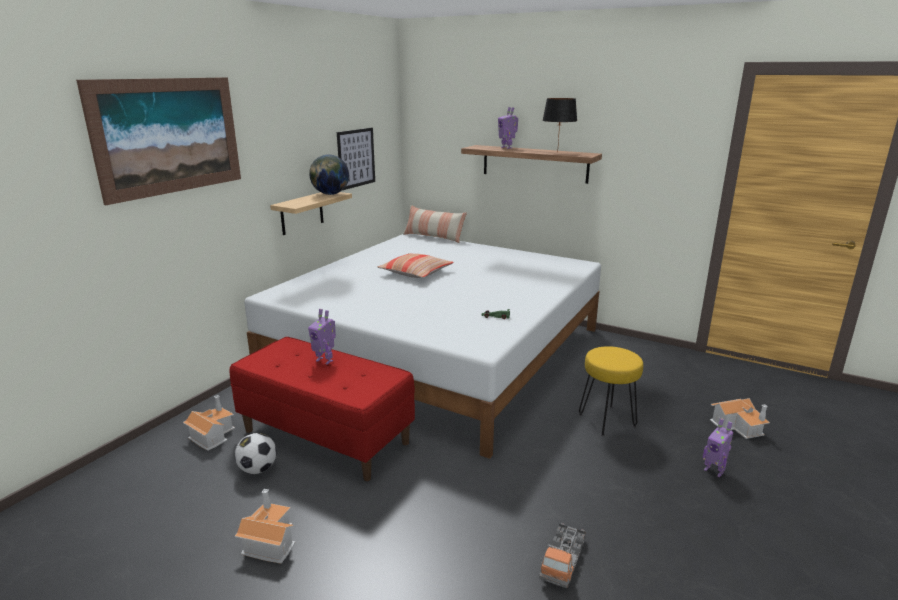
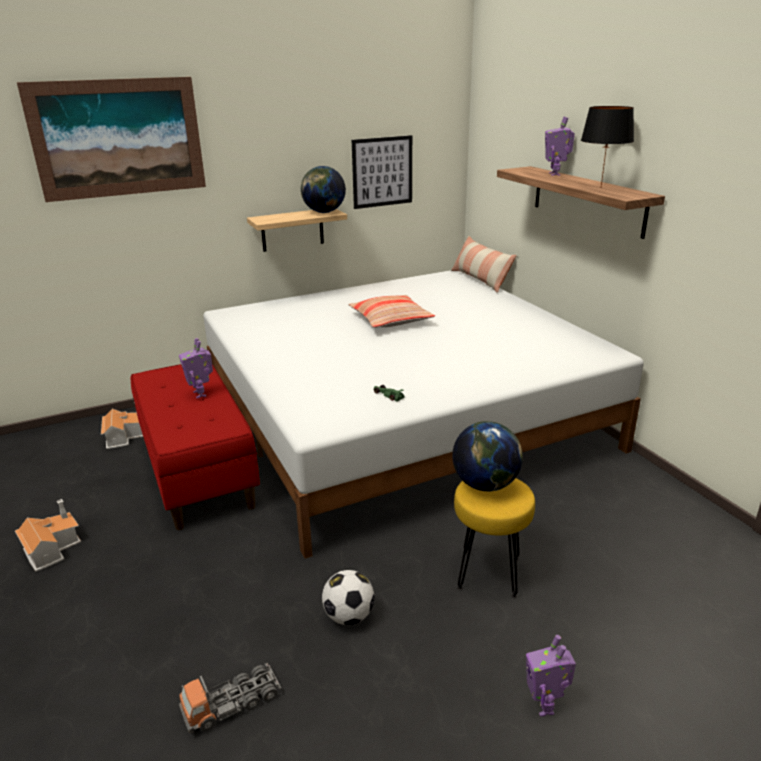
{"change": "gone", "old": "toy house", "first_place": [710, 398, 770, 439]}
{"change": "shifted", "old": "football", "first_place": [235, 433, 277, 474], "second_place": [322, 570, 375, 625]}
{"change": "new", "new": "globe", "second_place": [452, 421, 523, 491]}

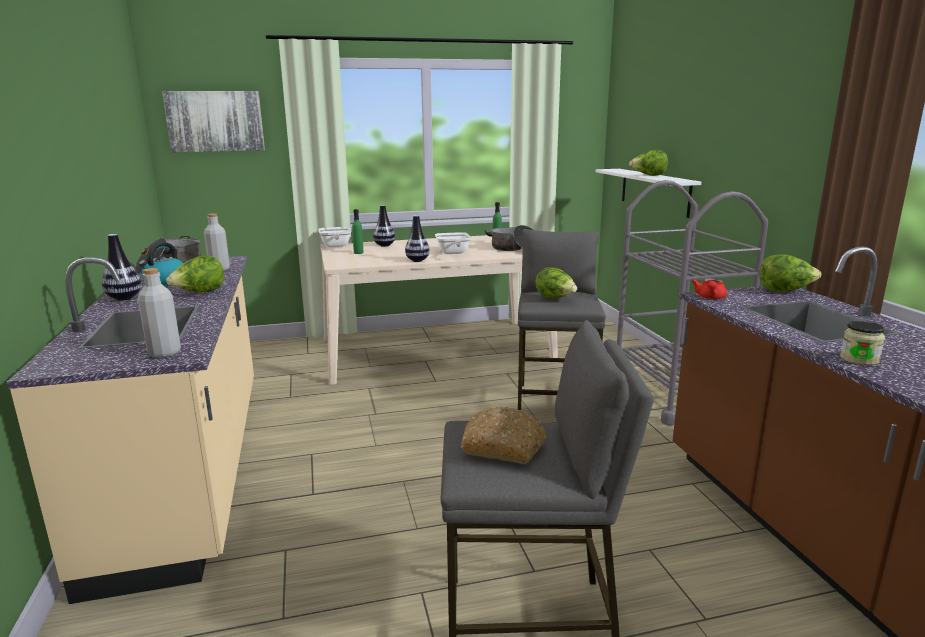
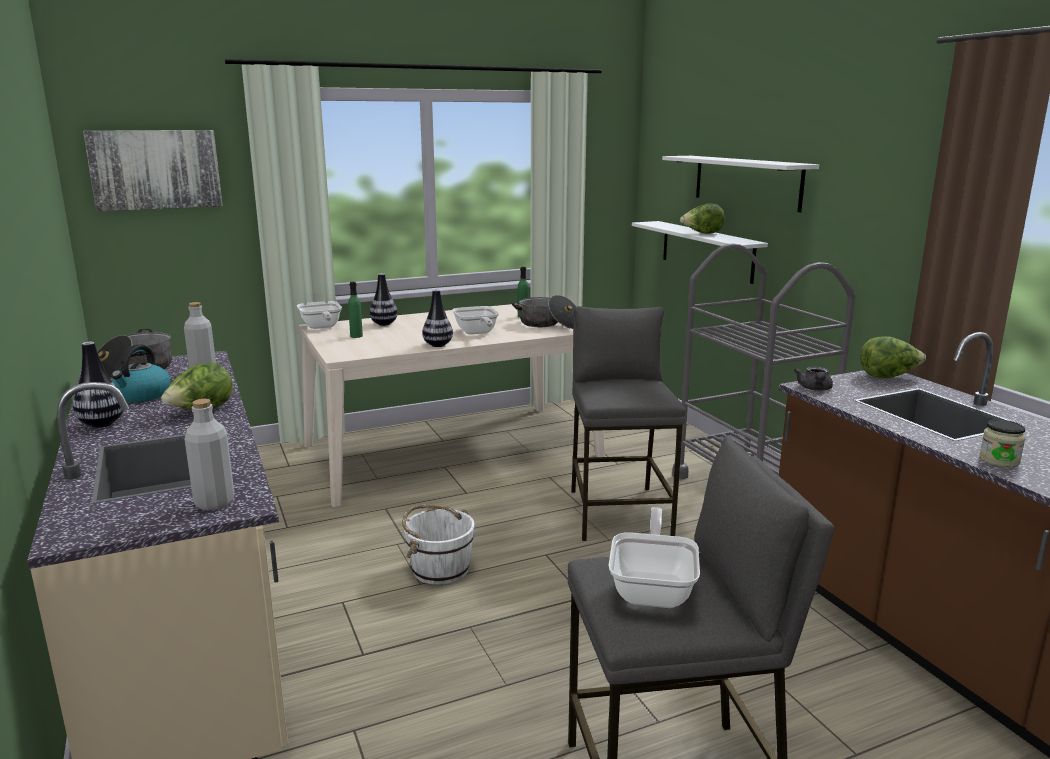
{"change": "gone", "old": "lettuce", "first_place": [535, 267, 577, 298]}
{"change": "repainted", "old": "red teapot", "new": "grey teapot", "first_place": [692, 278, 727, 299], "second_place": [794, 367, 833, 391]}
{"change": "swapped", "old": "bread", "new": "frying pan", "first_place": [461, 407, 546, 464], "second_place": [609, 507, 700, 608]}
{"change": "new", "new": "white shelf", "second_place": [662, 156, 819, 212]}
{"change": "new", "new": "white bucket", "second_place": [402, 504, 475, 585]}

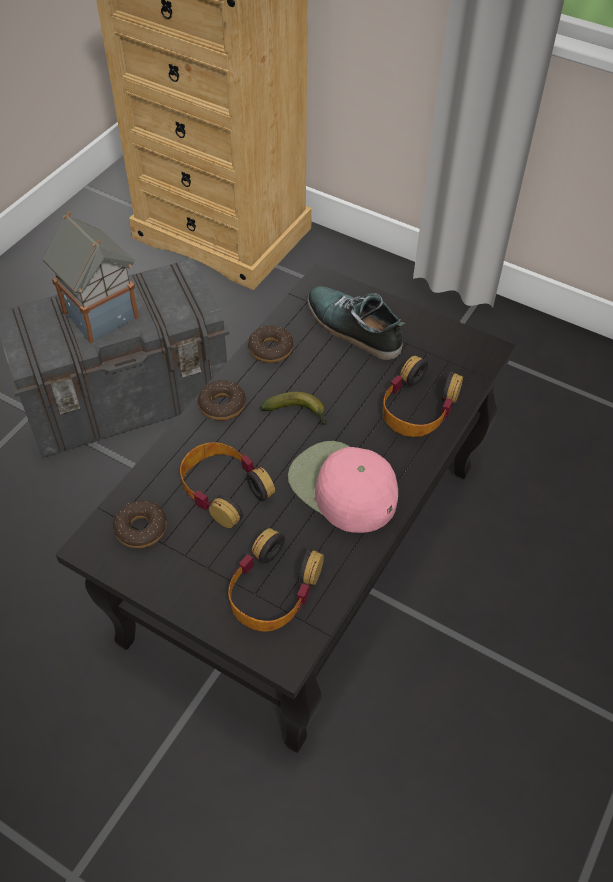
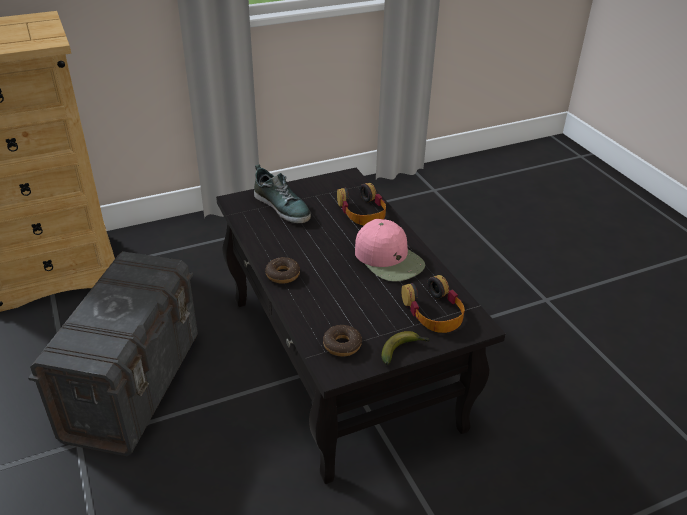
{"change": "gone", "old": "toy house", "first_place": [43, 211, 139, 344]}
{"change": "rotated", "old": "shoe", "first_place": [307, 286, 405, 360], "second_place": [254, 164, 311, 223], "degrees": -120}
{"change": "gone", "old": "donut", "first_place": [248, 325, 293, 363]}
{"change": "shifted", "old": "banana", "first_place": [260, 392, 327, 425], "second_place": [382, 331, 429, 365]}
{"change": "rotated", "old": "pink cap", "first_place": [288, 441, 398, 533], "second_place": [355, 219, 425, 282], "degrees": -120}
{"change": "gone", "old": "headphones", "first_place": [180, 442, 275, 528]}

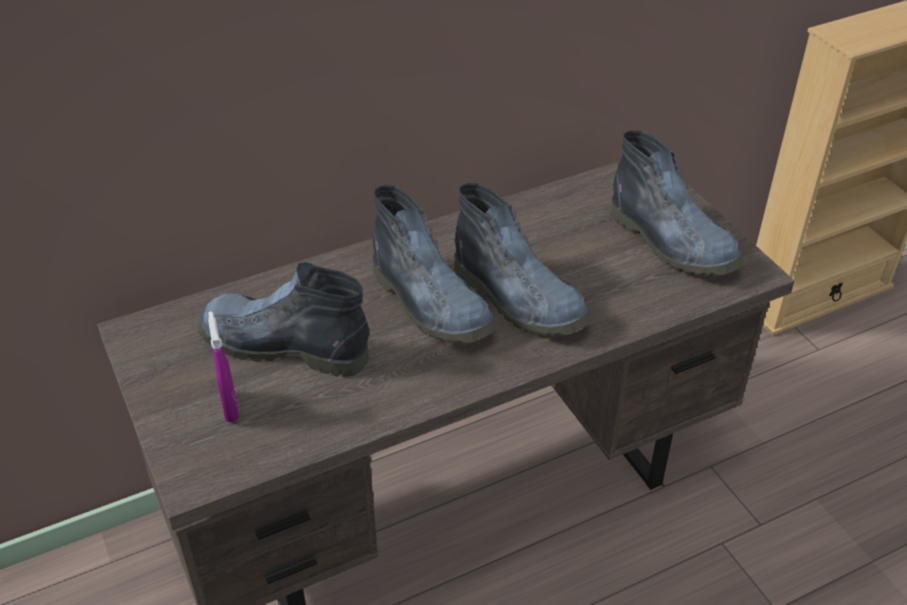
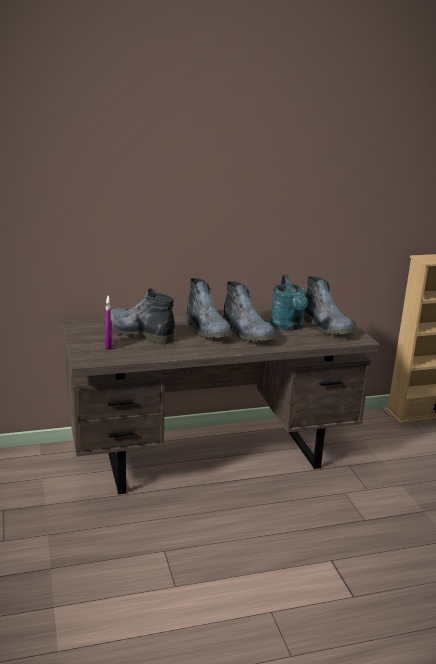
{"change": "new", "new": "turquoise watering can", "second_place": [270, 275, 308, 331]}

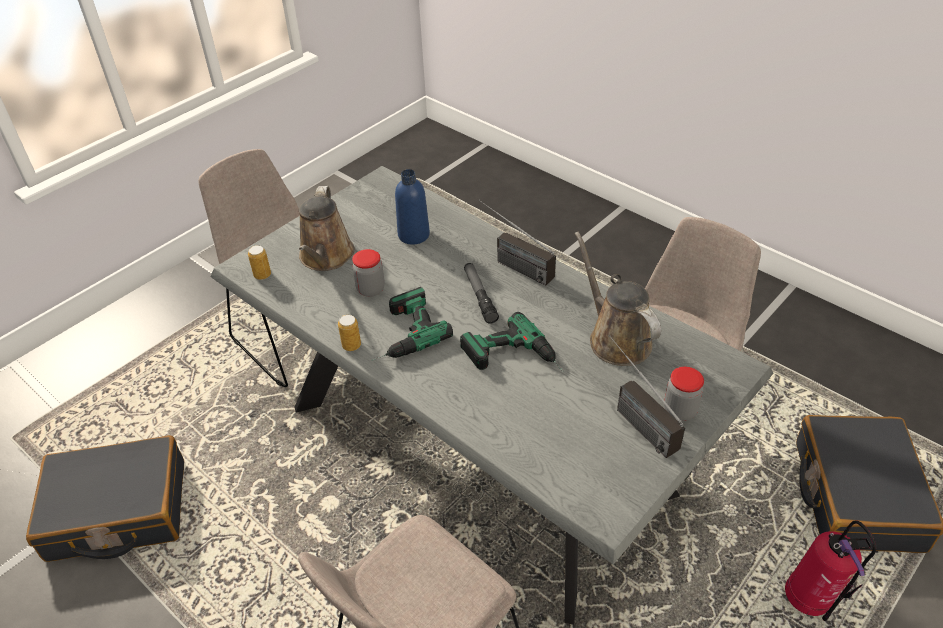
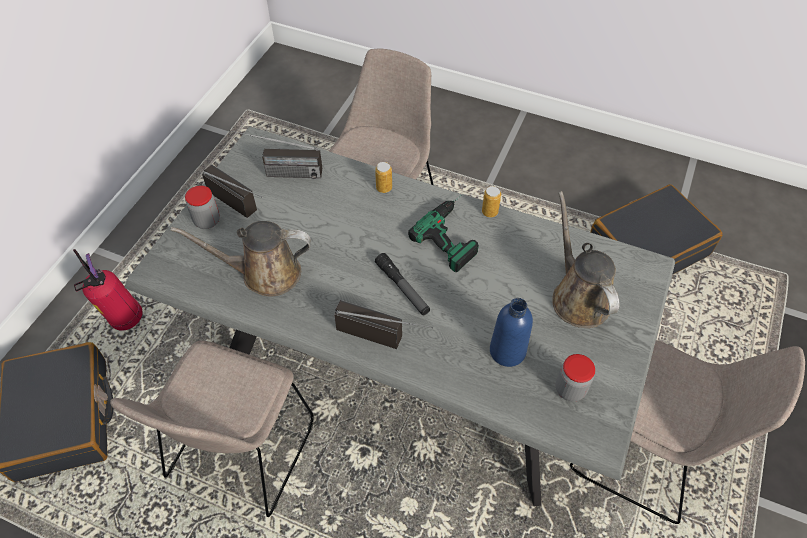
{"change": "rotated", "old": "brown watering can", "first_place": [575, 232, 661, 366], "second_place": [170, 221, 311, 297], "degrees": 135}
{"change": "shifted", "old": "can", "first_place": [248, 245, 271, 280], "second_place": [375, 162, 392, 193]}
{"change": "shifted", "old": "jar", "first_place": [352, 249, 385, 297], "second_place": [556, 354, 595, 402]}
{"change": "gone", "old": "power drill", "first_place": [460, 312, 564, 372]}
{"change": "new", "new": "radio", "second_place": [229, 130, 322, 179]}

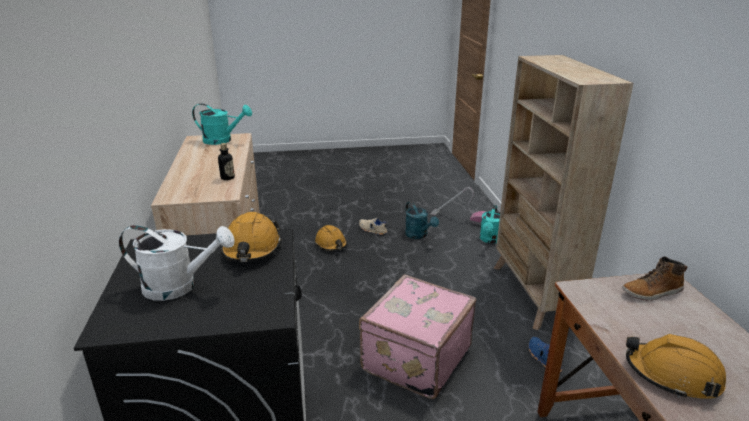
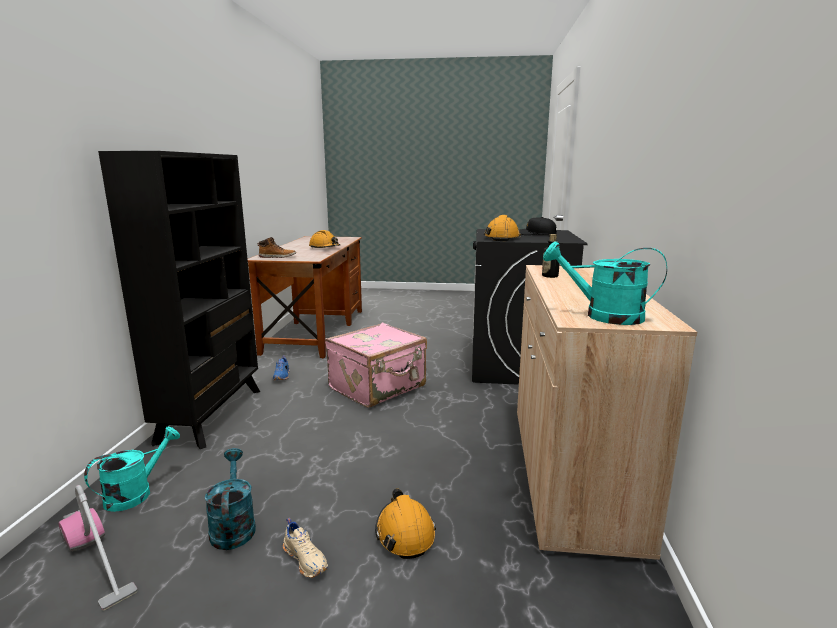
{"change": "repainted", "old": "beige bookcase", "new": "black bookcase", "first_place": [494, 55, 634, 330], "second_place": [98, 151, 260, 449]}
{"change": "swapped", "old": "white watering can", "new": "black cap", "first_place": [118, 225, 234, 301], "second_place": [519, 217, 557, 235]}

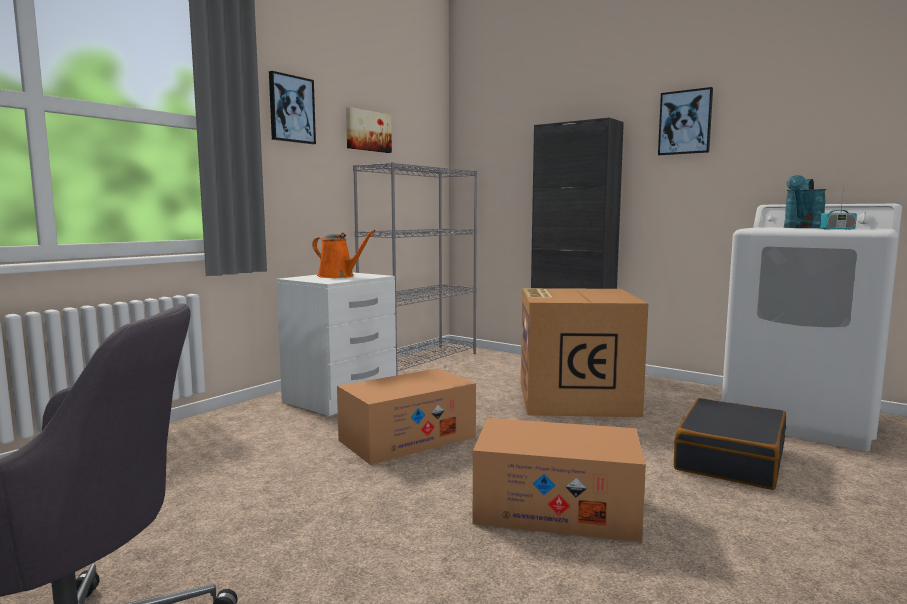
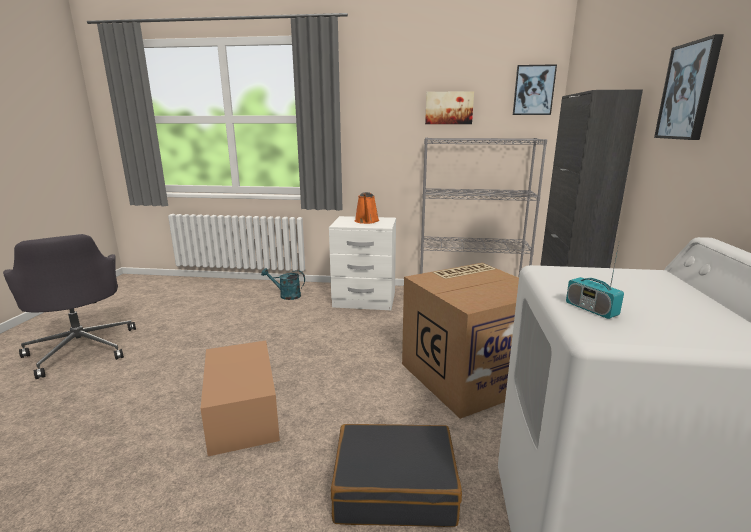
{"change": "shifted", "old": "picture", "first_place": [269, 71, 316, 144], "second_place": [513, 64, 557, 115]}
{"change": "shifted", "old": "turquoise watering can", "first_place": [784, 175, 827, 228], "second_place": [261, 268, 305, 300]}
{"change": "gone", "old": "cardboard box", "first_place": [337, 368, 476, 465]}

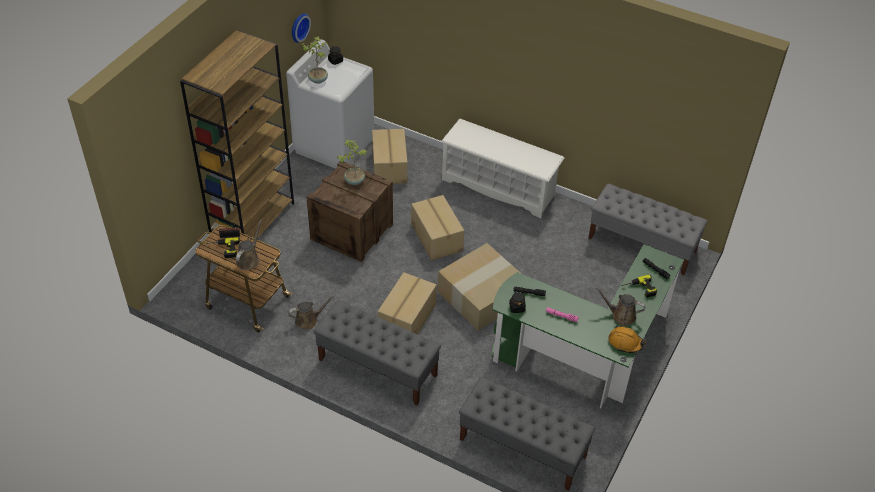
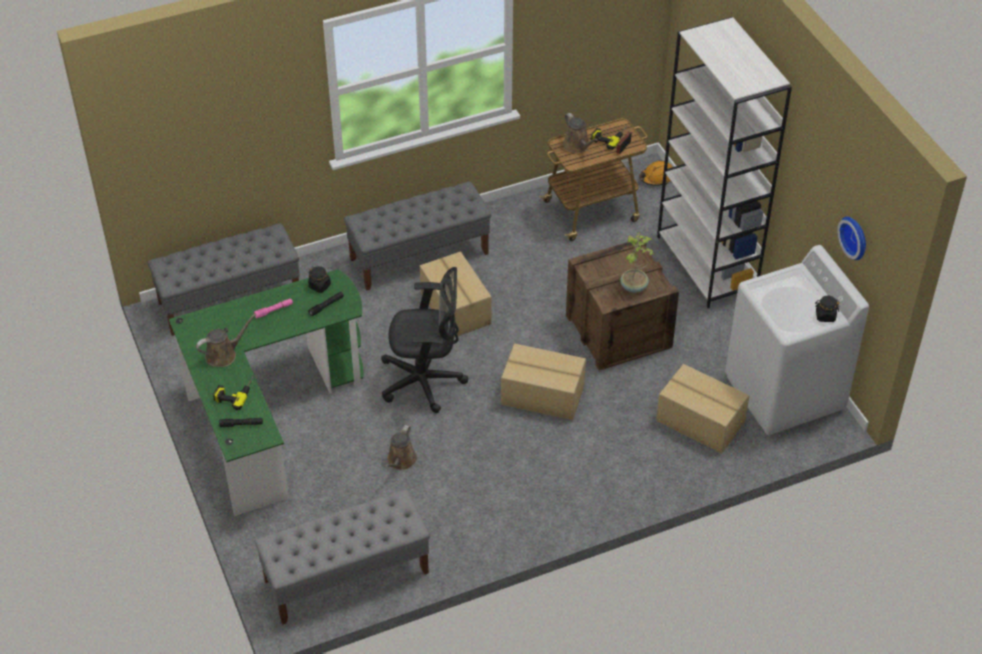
{"change": "repainted", "old": "brown bookcase", "new": "white bookcase", "first_place": [180, 30, 294, 241], "second_place": [657, 17, 792, 308]}
{"change": "gone", "old": "potted plant", "first_place": [301, 36, 328, 84]}
{"change": "gone", "old": "white shoe rack", "first_place": [441, 119, 565, 218]}
{"change": "swapped", "old": "cardboard box", "new": "black office chair", "first_place": [438, 243, 520, 331], "second_place": [381, 267, 468, 413]}
{"change": "shifted", "old": "brown watering can", "first_place": [288, 295, 335, 330], "second_place": [385, 425, 417, 470]}
{"change": "shifted", "old": "orange hard hat", "first_place": [608, 325, 646, 353], "second_place": [639, 161, 673, 186]}

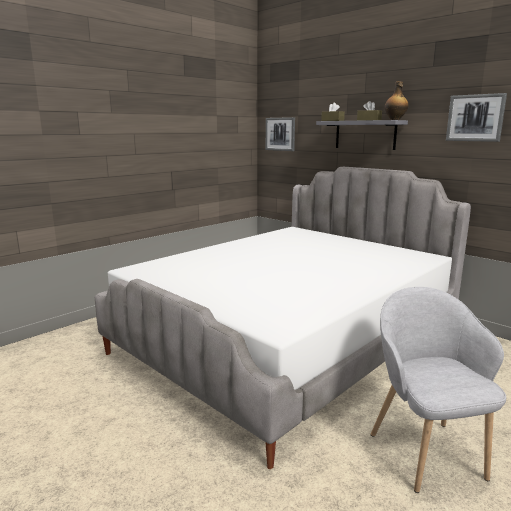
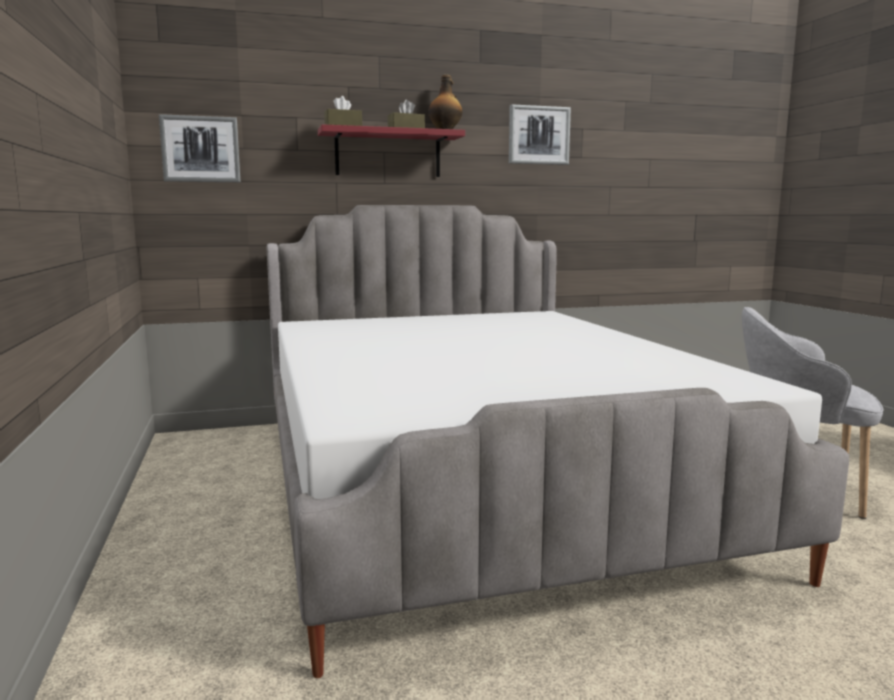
{"change": "repainted", "old": "grey shelf", "new": "red shelf", "first_place": [316, 120, 408, 150], "second_place": [318, 124, 465, 177]}

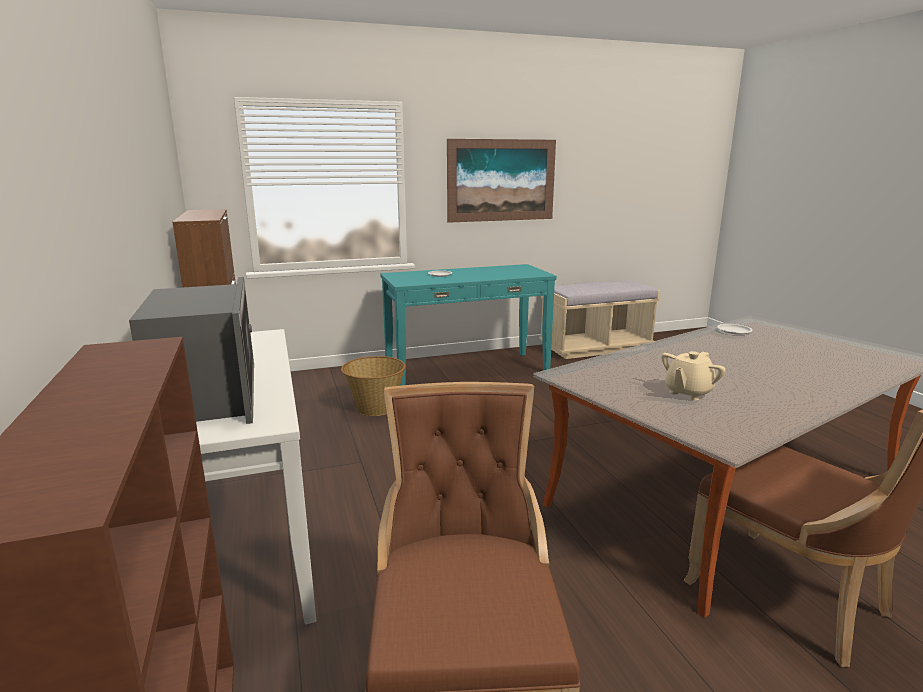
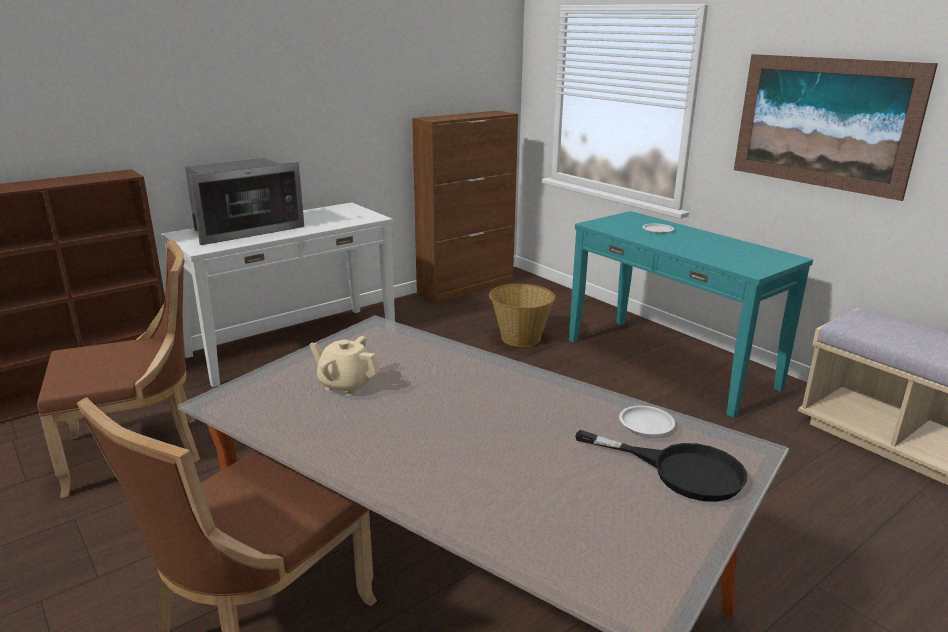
{"change": "new", "new": "black frying pan", "second_place": [575, 430, 747, 502]}

